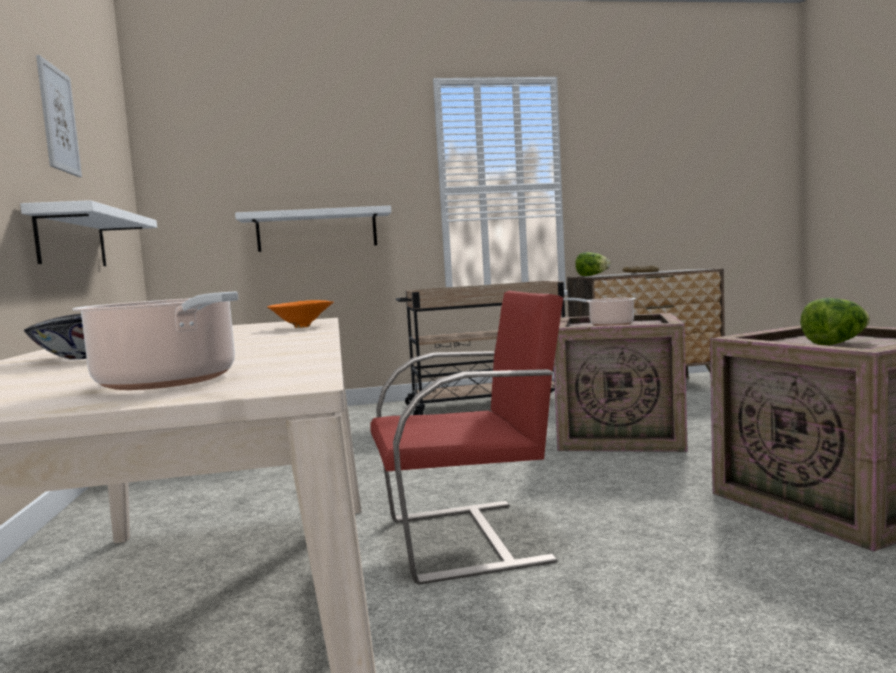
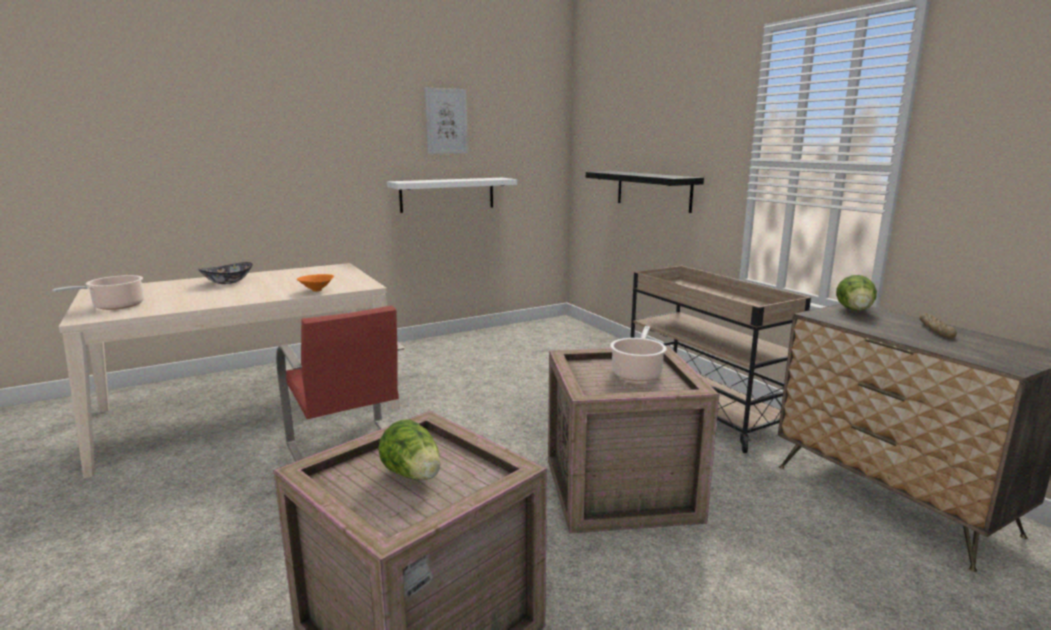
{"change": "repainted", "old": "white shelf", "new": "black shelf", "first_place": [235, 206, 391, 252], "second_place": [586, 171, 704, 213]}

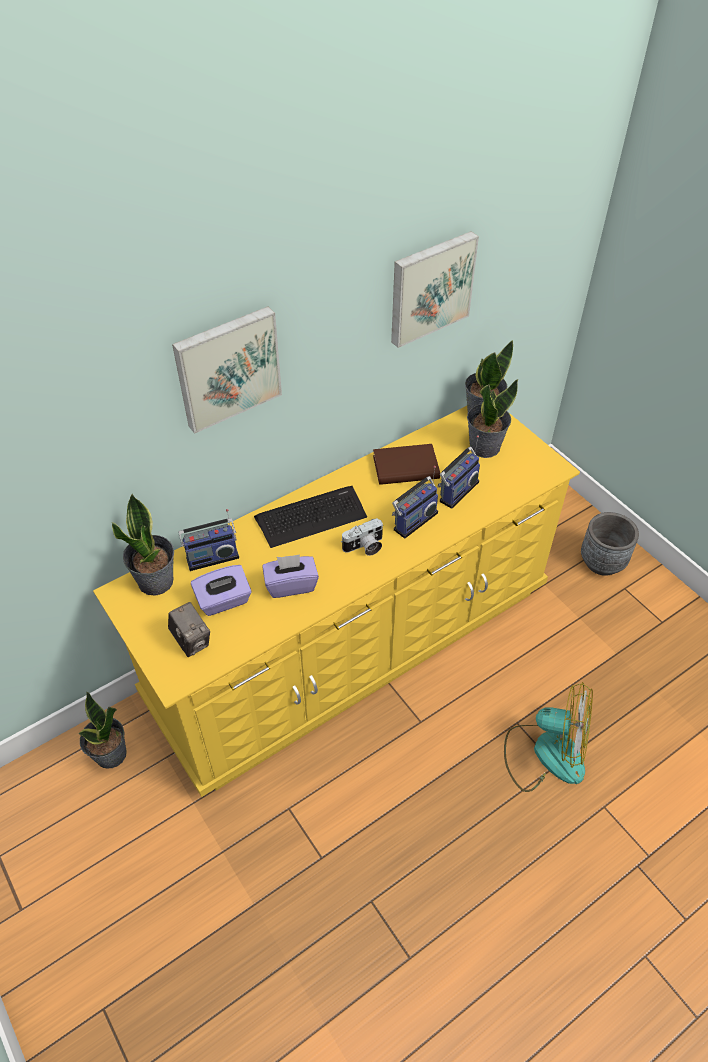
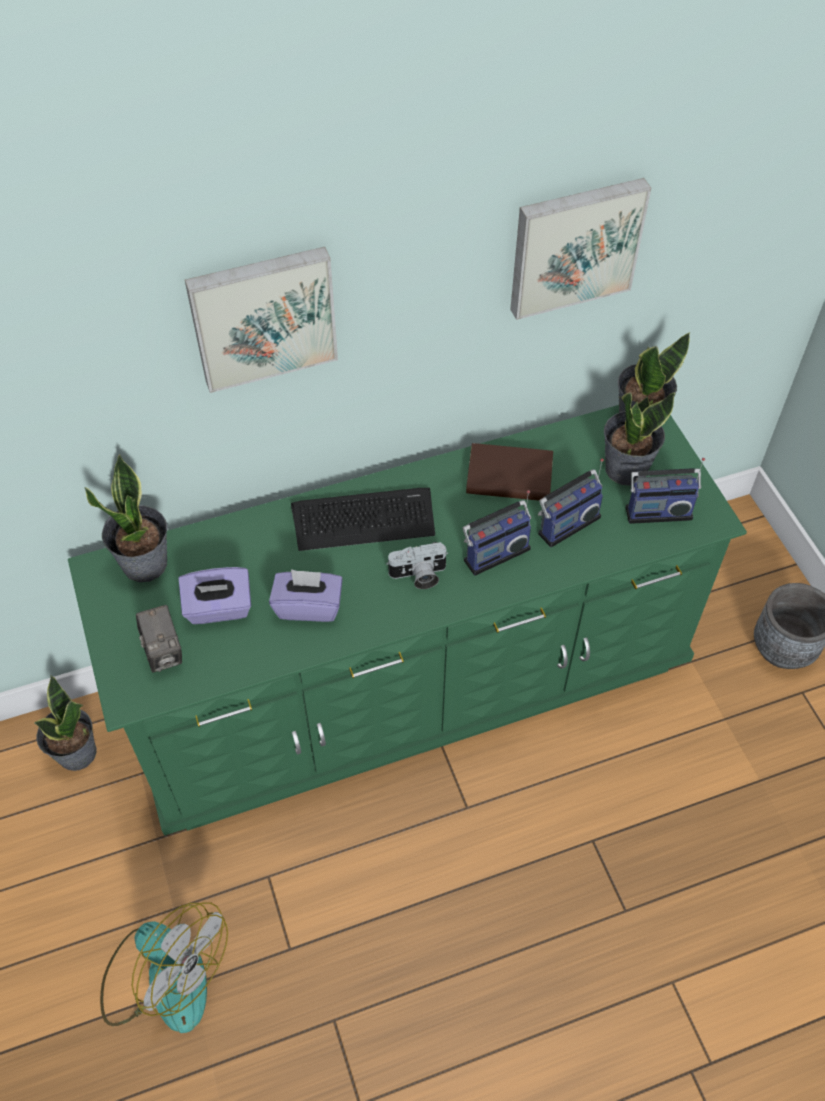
{"change": "repainted", "old": "yellow dresser", "new": "green dresser", "first_place": [93, 406, 580, 797], "second_place": [68, 405, 747, 836]}
{"change": "shifted", "old": "radio", "first_place": [178, 509, 239, 571], "second_place": [626, 458, 705, 524]}
{"change": "shifted", "old": "fan", "first_place": [504, 682, 593, 792], "second_place": [100, 902, 228, 1033]}

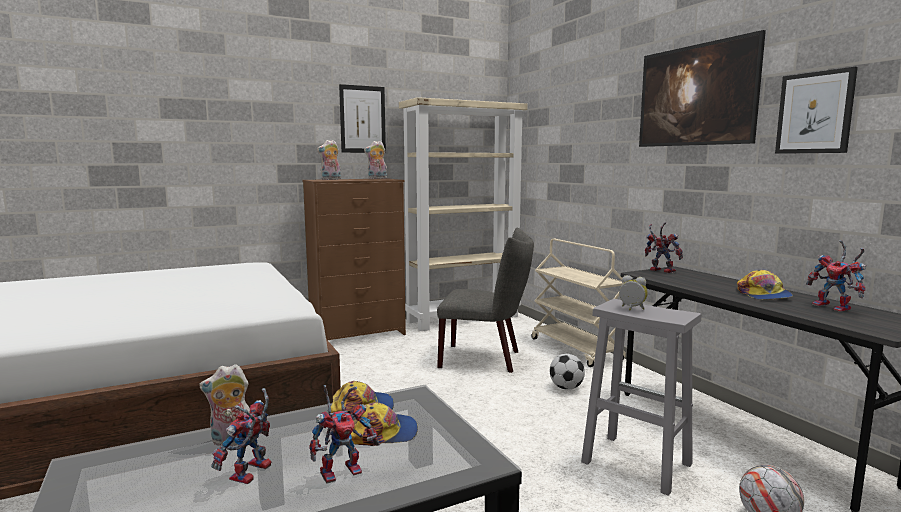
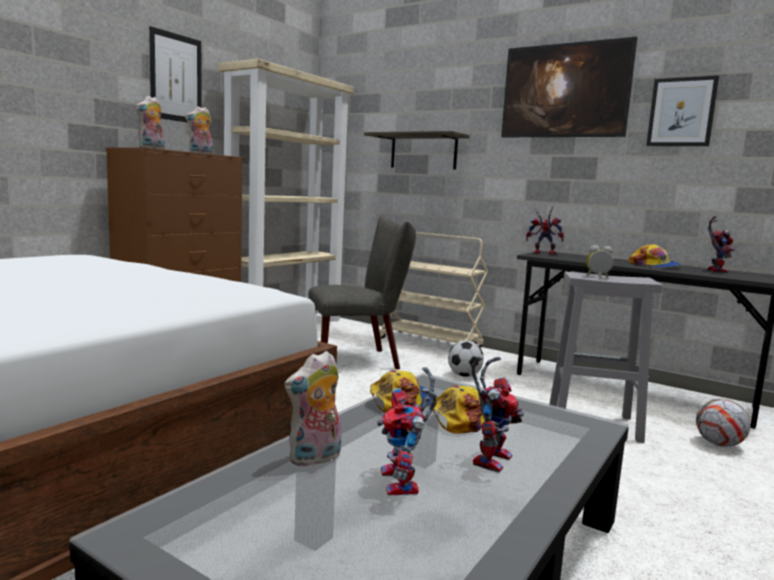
{"change": "rotated", "old": "toy robot", "first_place": [806, 240, 867, 312], "second_place": [708, 216, 736, 273], "degrees": -105}
{"change": "new", "new": "shelf", "second_place": [364, 131, 470, 169]}

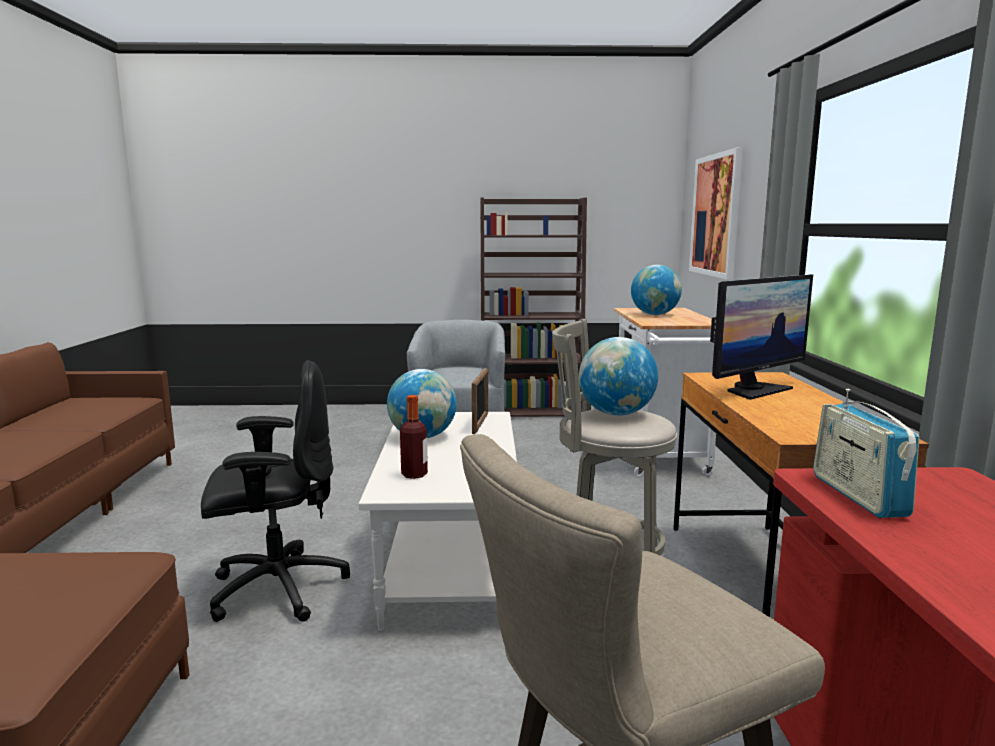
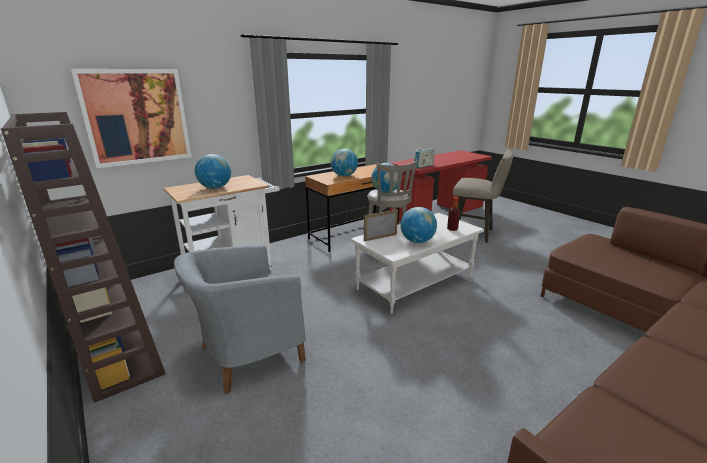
{"change": "swapped", "old": "monitor", "new": "globe", "first_place": [710, 274, 813, 400], "second_place": [331, 149, 358, 177]}
{"change": "gone", "old": "black office chair", "first_place": [201, 360, 350, 622]}

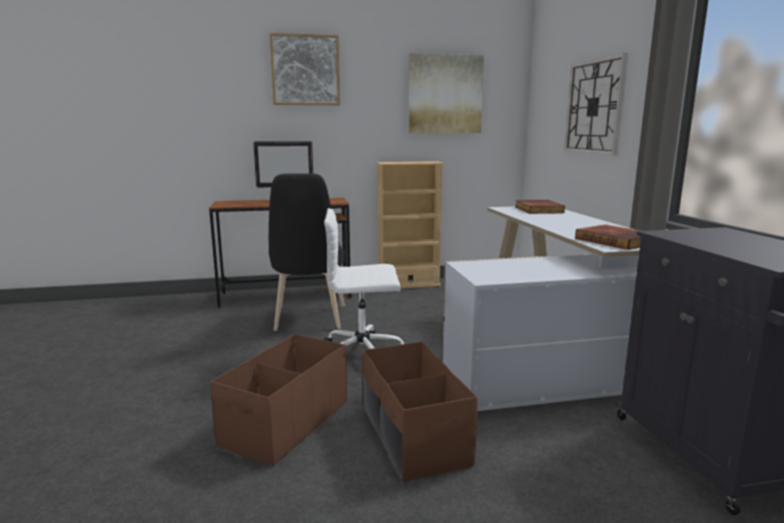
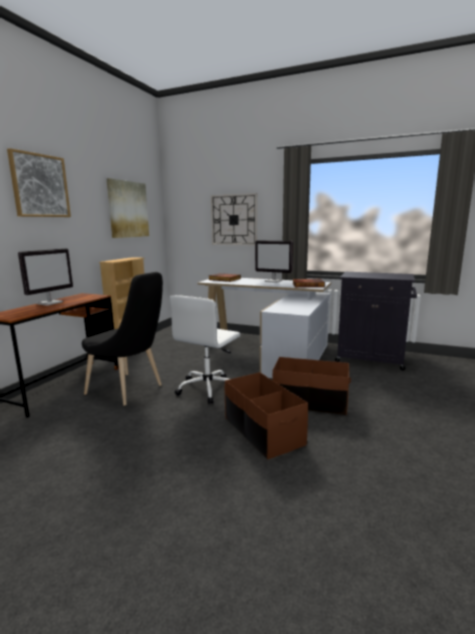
{"change": "new", "new": "monitor", "second_place": [255, 240, 293, 283]}

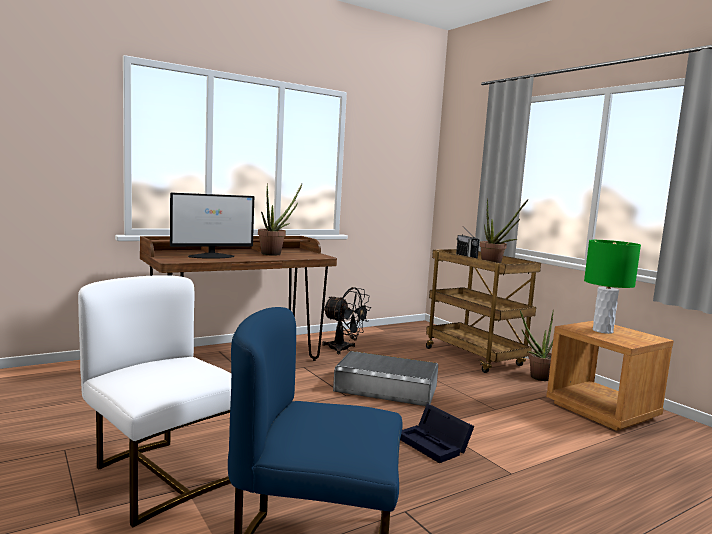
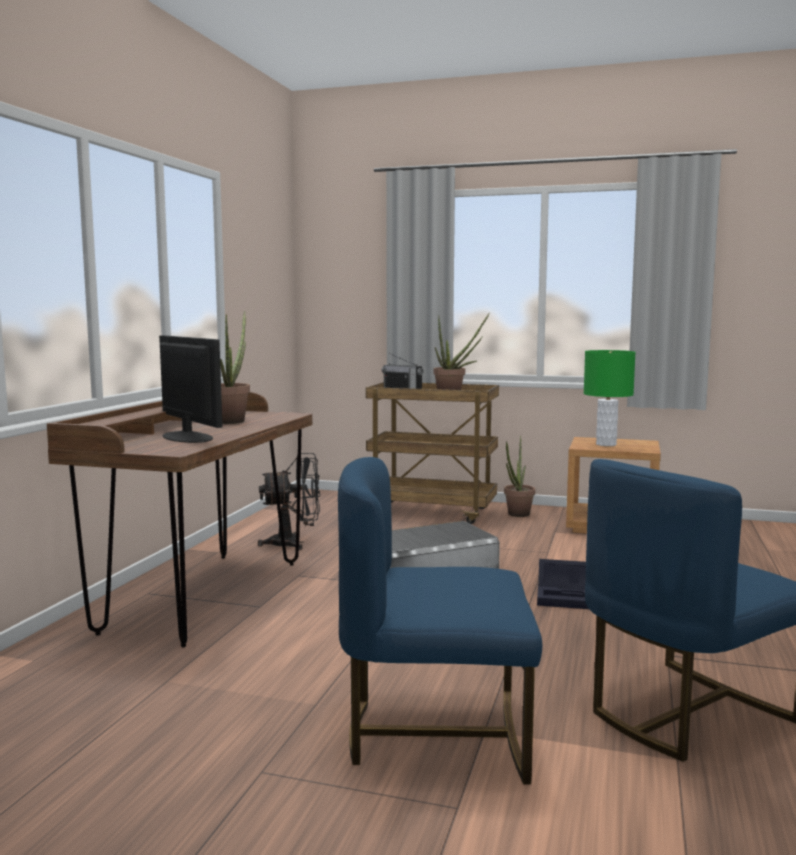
{"change": "rotated", "old": "monitor", "first_place": [170, 192, 254, 259], "second_place": [159, 335, 222, 443], "degrees": -60}
{"change": "repainted", "old": "white chair", "new": "blue chair", "first_place": [78, 275, 231, 528], "second_place": [338, 457, 542, 785]}

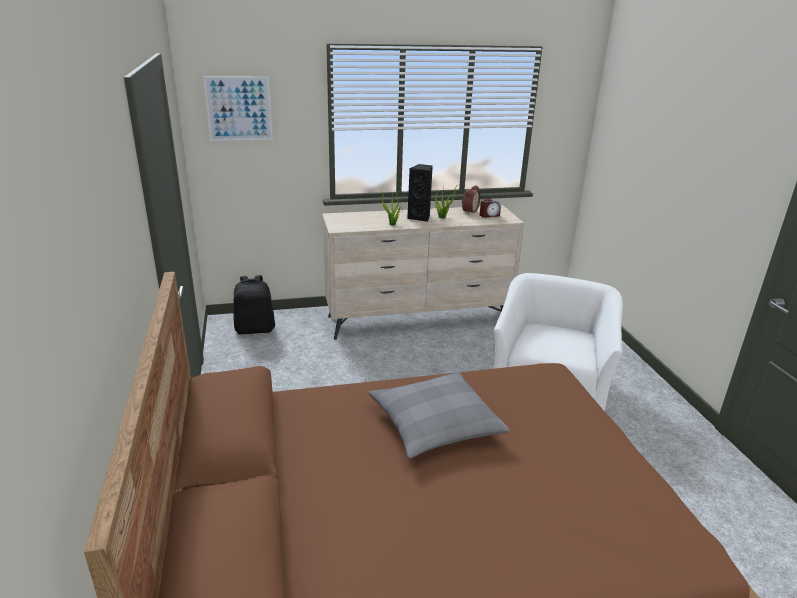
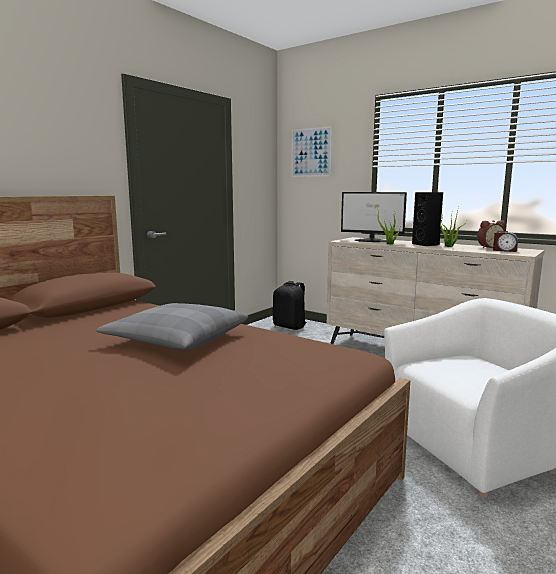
{"change": "new", "new": "monitor", "second_place": [341, 192, 407, 242]}

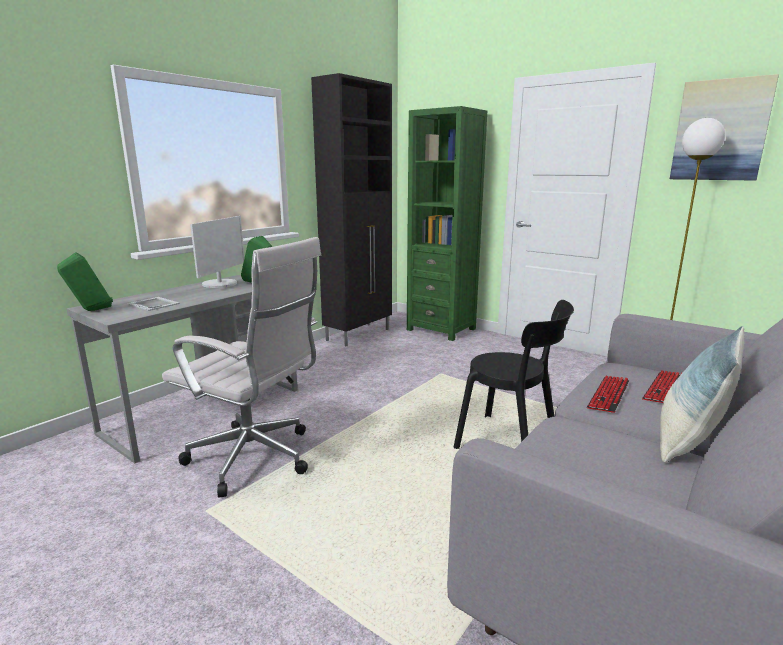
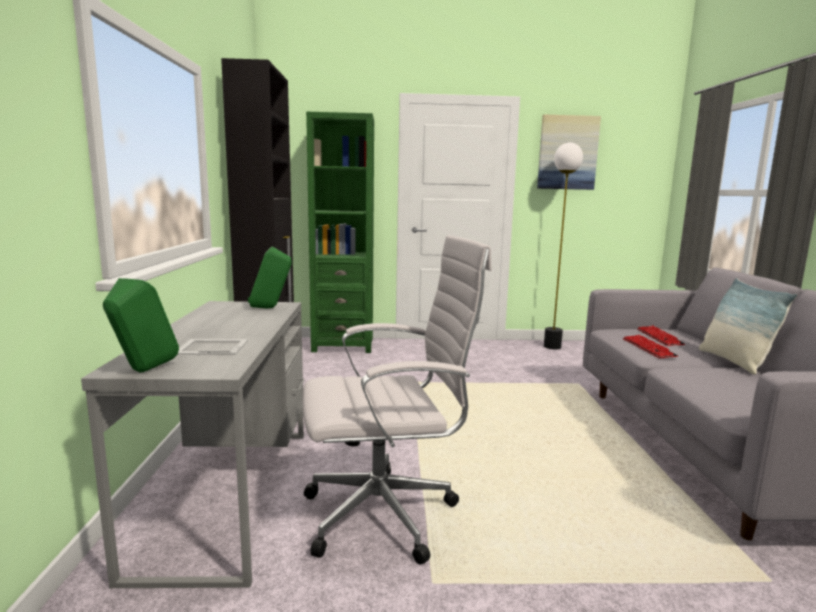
{"change": "gone", "old": "monitor", "first_place": [190, 216, 244, 288]}
{"change": "gone", "old": "black chair", "first_place": [454, 300, 574, 449]}

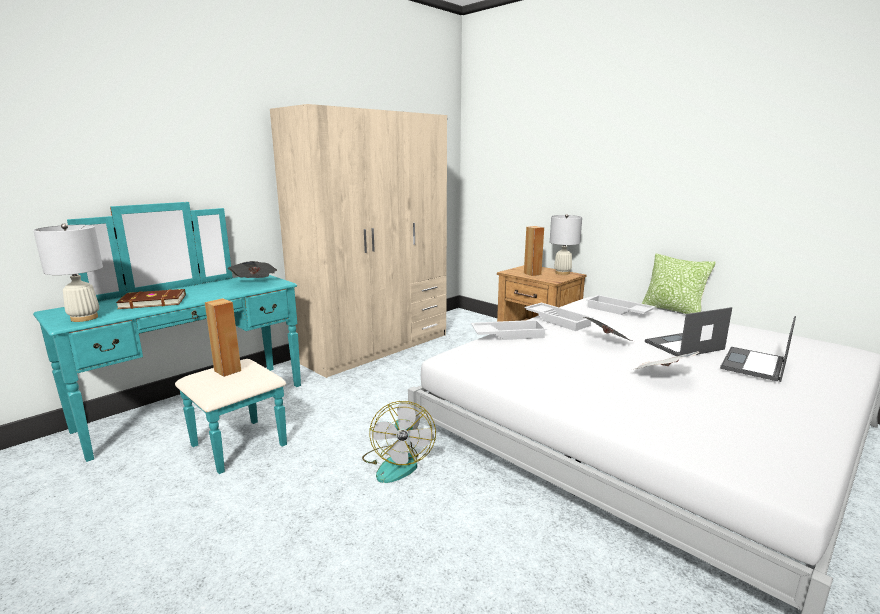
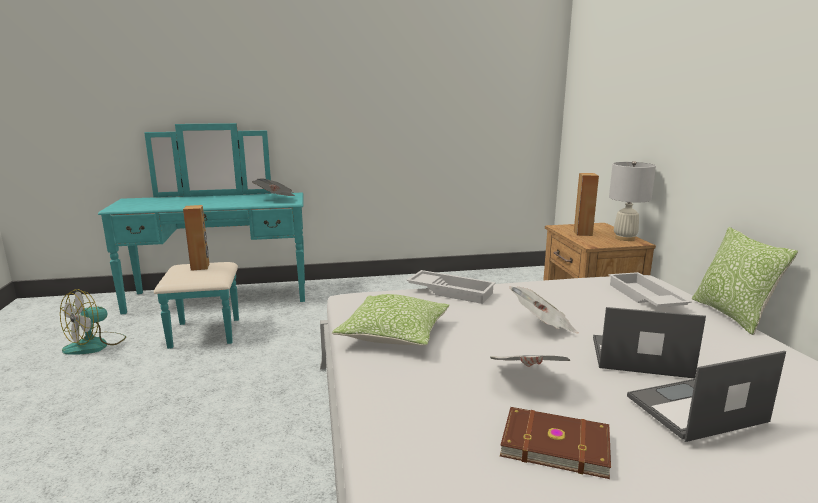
{"change": "gone", "old": "beige wardrobe", "first_place": [270, 104, 447, 378]}
{"change": "gone", "old": "white table lamp", "first_place": [33, 224, 103, 322]}
{"change": "shifted", "old": "brown book", "first_place": [116, 289, 186, 309], "second_place": [500, 407, 611, 479]}
{"change": "gone", "old": "white tray", "first_place": [524, 302, 594, 331]}
{"change": "shifted", "old": "fan", "first_place": [362, 401, 436, 483], "second_place": [60, 289, 126, 355]}
{"change": "new", "new": "pillow", "second_place": [332, 294, 449, 345]}

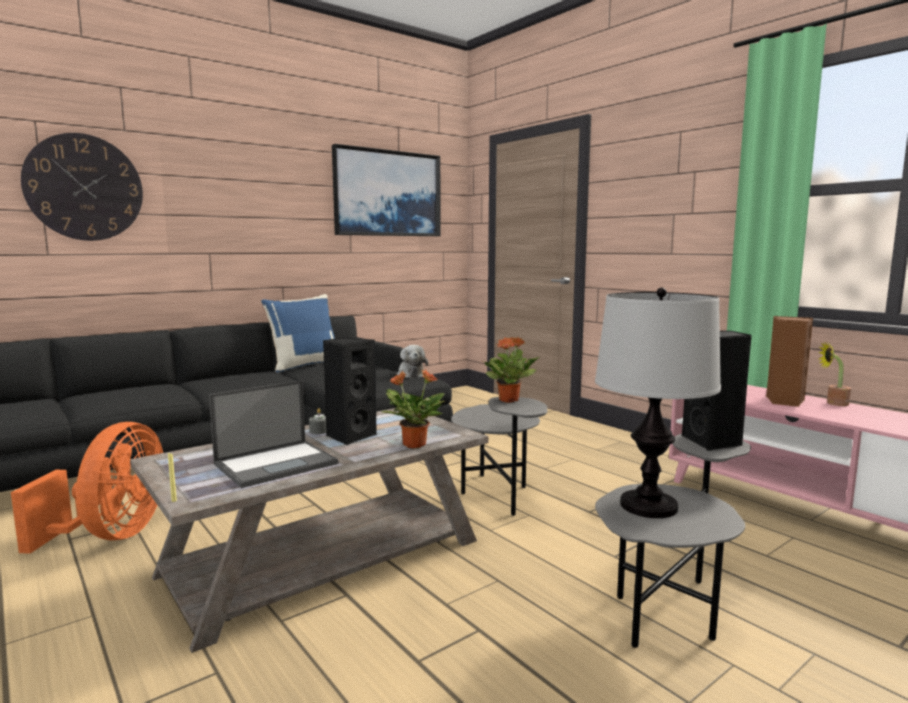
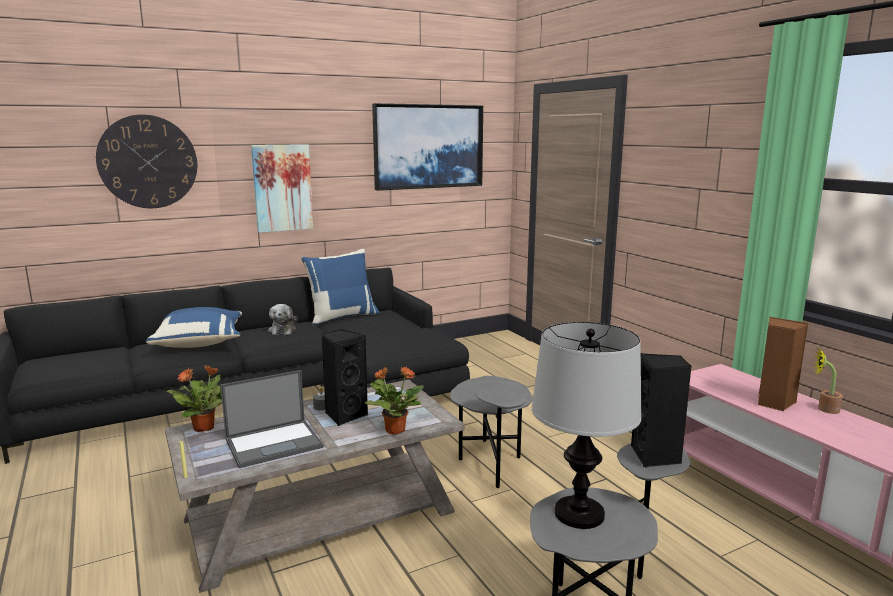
{"change": "shifted", "old": "potted plant", "first_place": [484, 337, 539, 403], "second_place": [167, 365, 222, 432]}
{"change": "shifted", "old": "plush toy", "first_place": [397, 345, 428, 378], "second_place": [268, 304, 298, 335]}
{"change": "gone", "old": "orange fan", "first_place": [11, 422, 163, 554]}
{"change": "new", "new": "picture", "second_place": [251, 144, 313, 233]}
{"change": "new", "new": "blue pillow", "second_place": [146, 307, 242, 348]}

